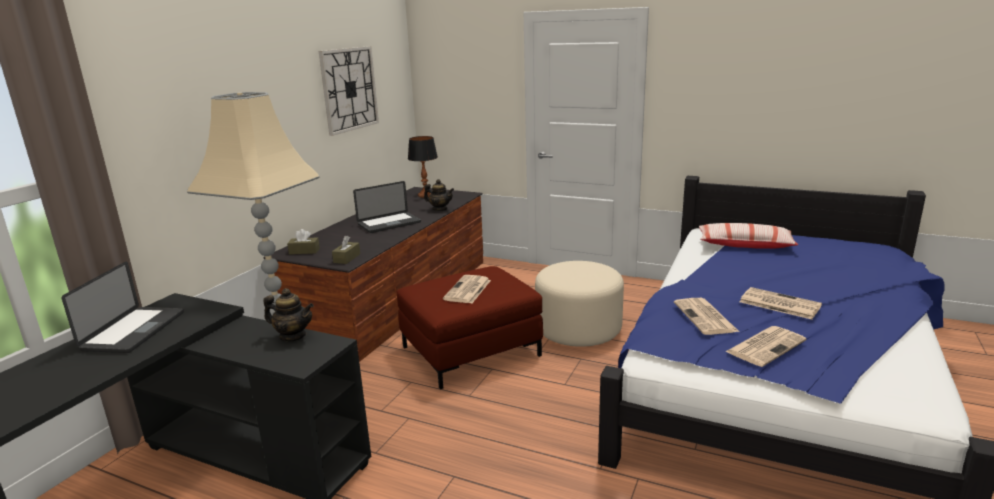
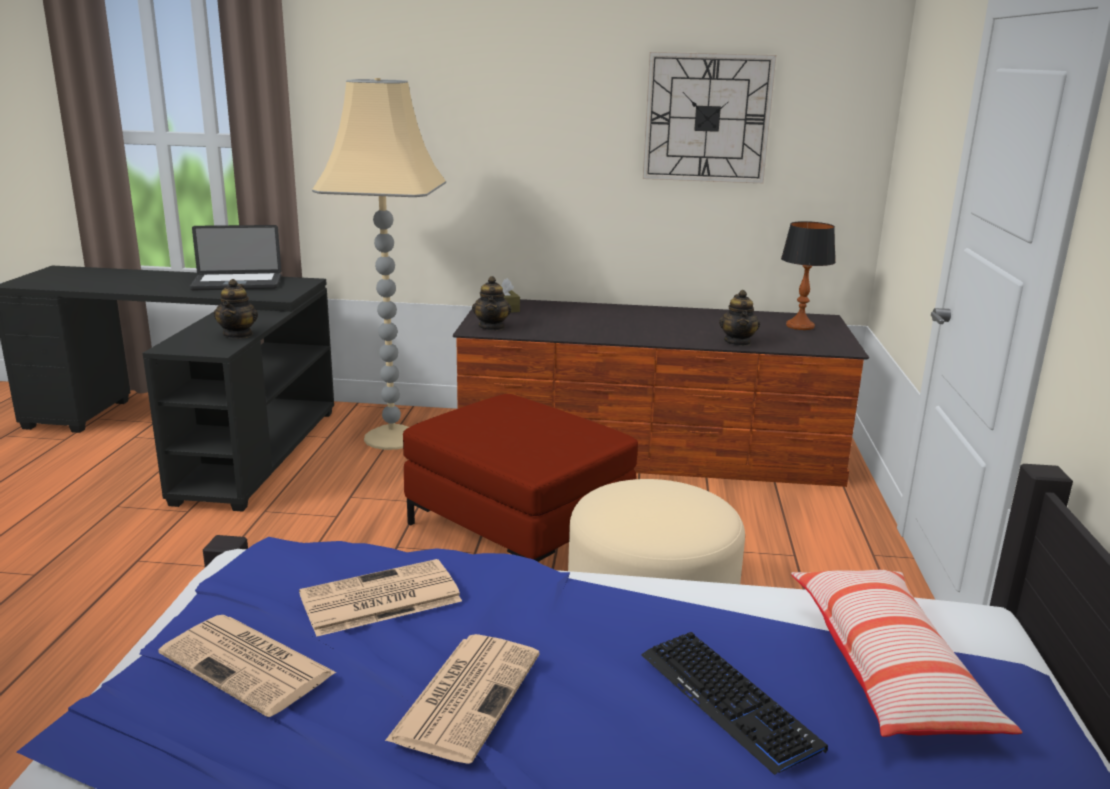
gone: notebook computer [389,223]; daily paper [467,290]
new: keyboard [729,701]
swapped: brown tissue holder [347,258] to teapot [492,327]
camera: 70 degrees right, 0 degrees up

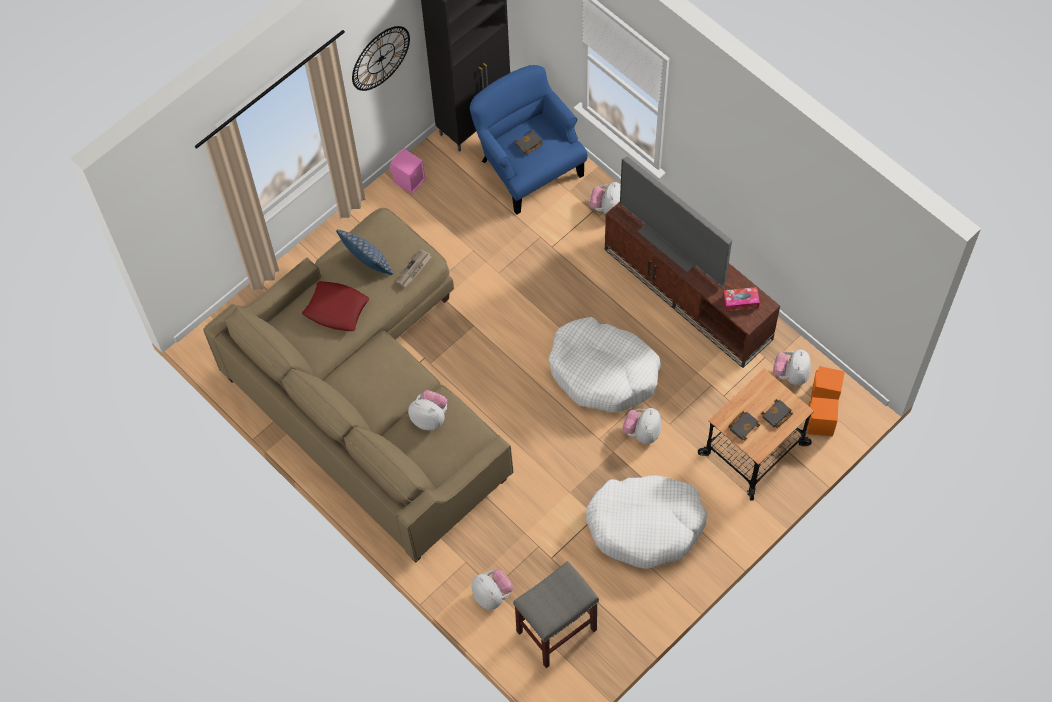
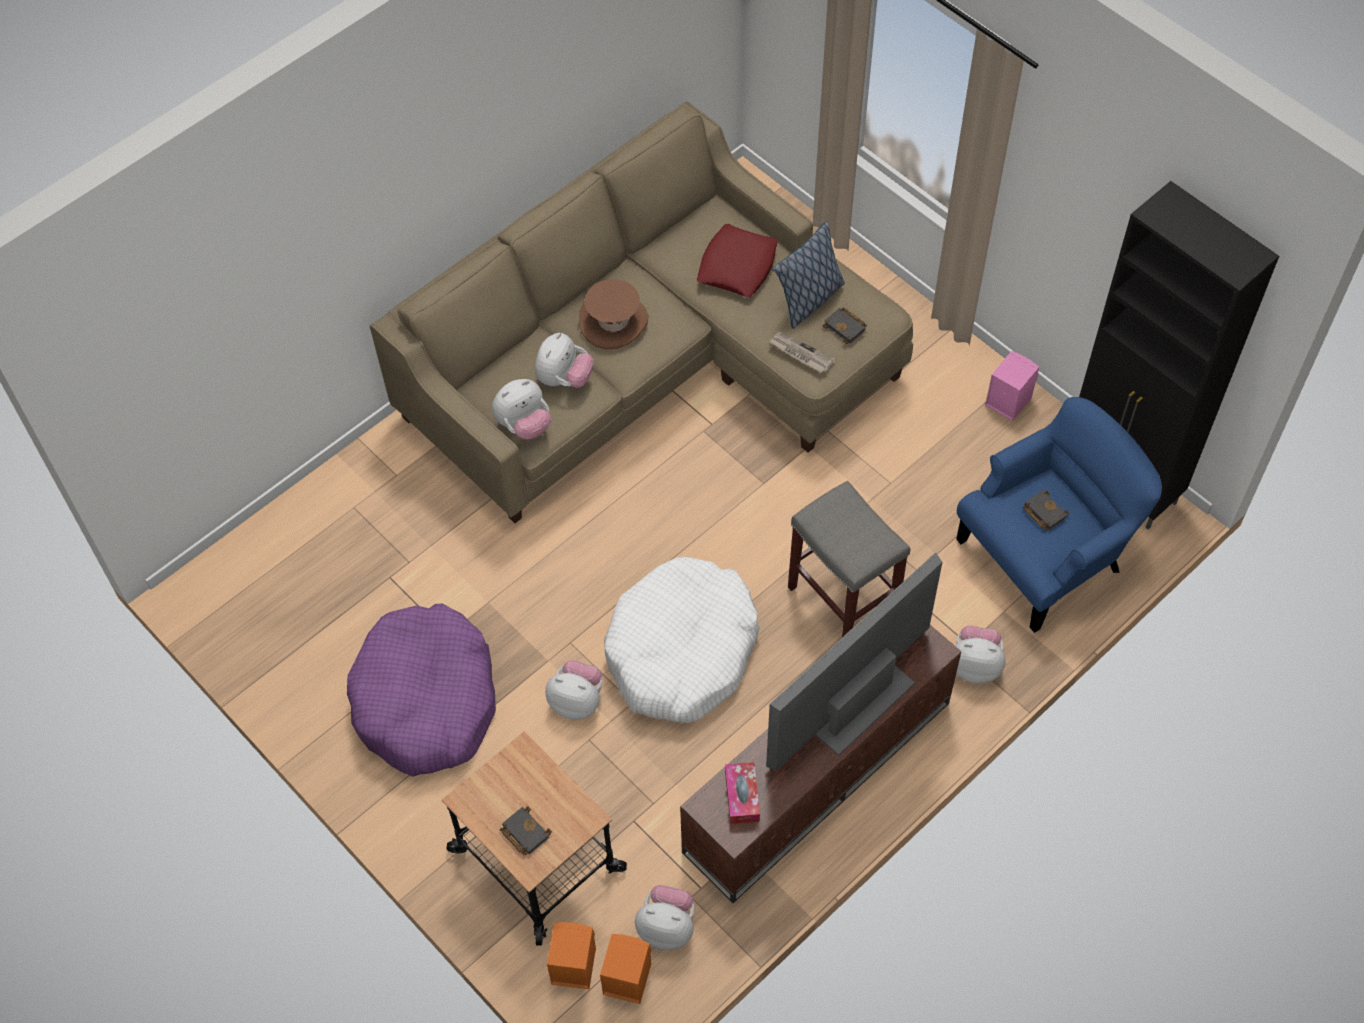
gone: hanging clock [380,58]
new: brown clothing hat [613,322]
shifted: plush toy [492,595] to [524,425]; gray stool [556,631] to [841,600]; blackish volume [743,425] to [846,327]
repainted: white dog bed [646,525] to purplish dog bed [426,700]
camera: 90 degrees right, 5 degrees down

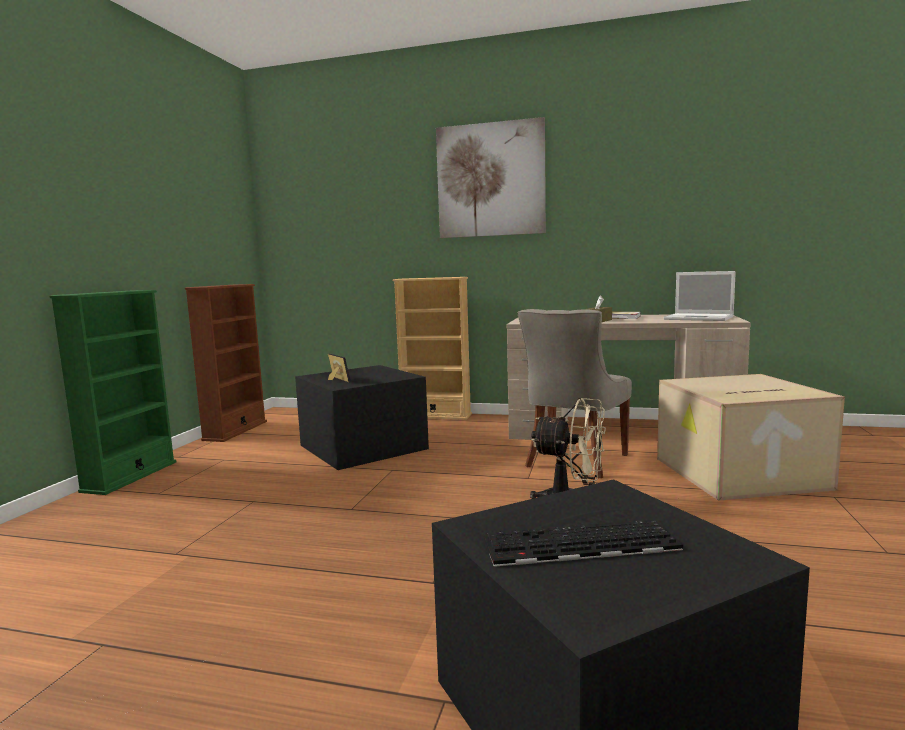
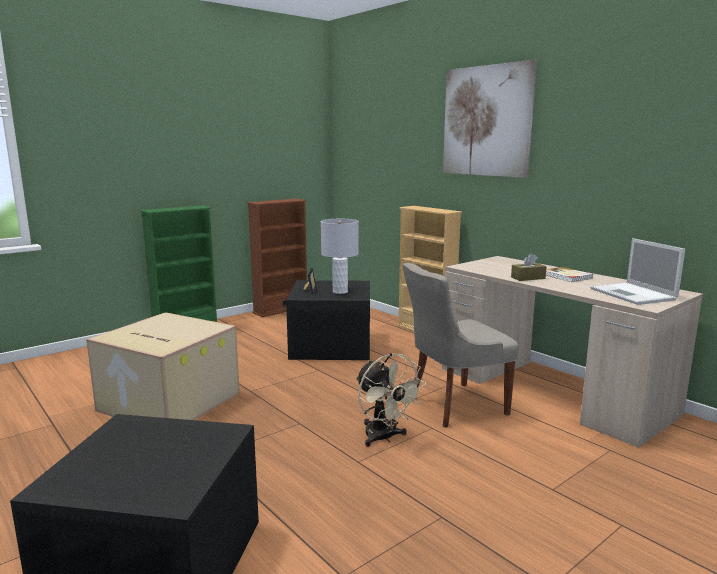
gone: keyboard [578,545]
new: gray table lamp [339,292]
shifted: carton [738,474] to [167,402]
camera: 35 degrees right, 5 degrees up

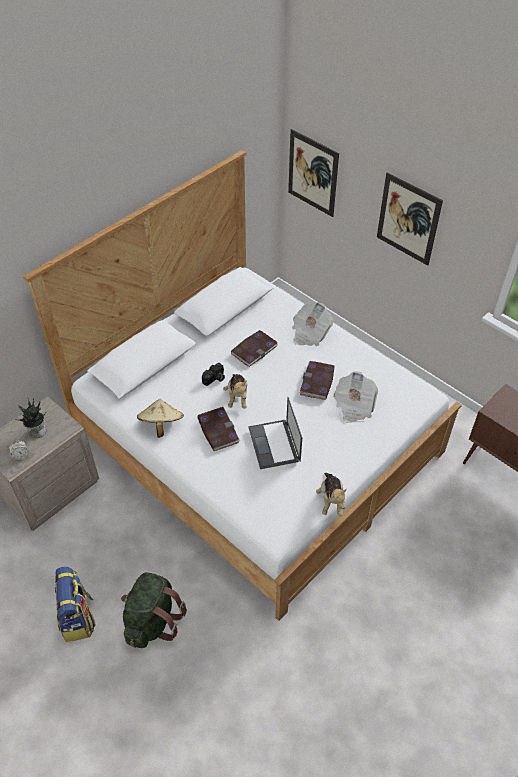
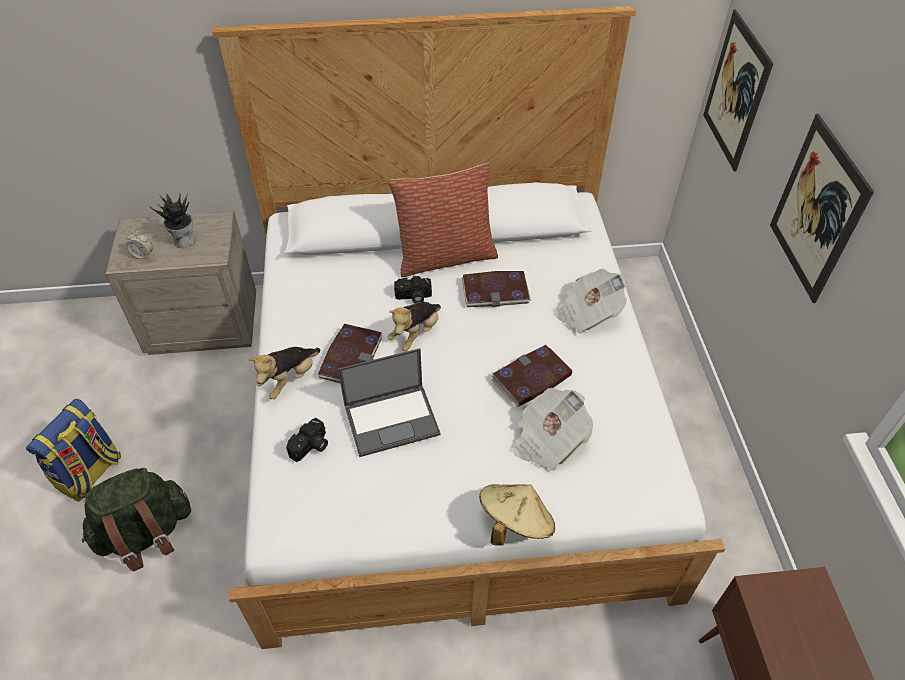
new: still camera [311,447]; pillow [445,256]
shifted: sand-coloured clothing hat [161,425] to [514,523]; plush toy [331,500] to [289,379]
rotated: notebook computer [274,445] = [392,419] 135 degrees counterclockwise
camera: 40 degrees right, 0 degrees up

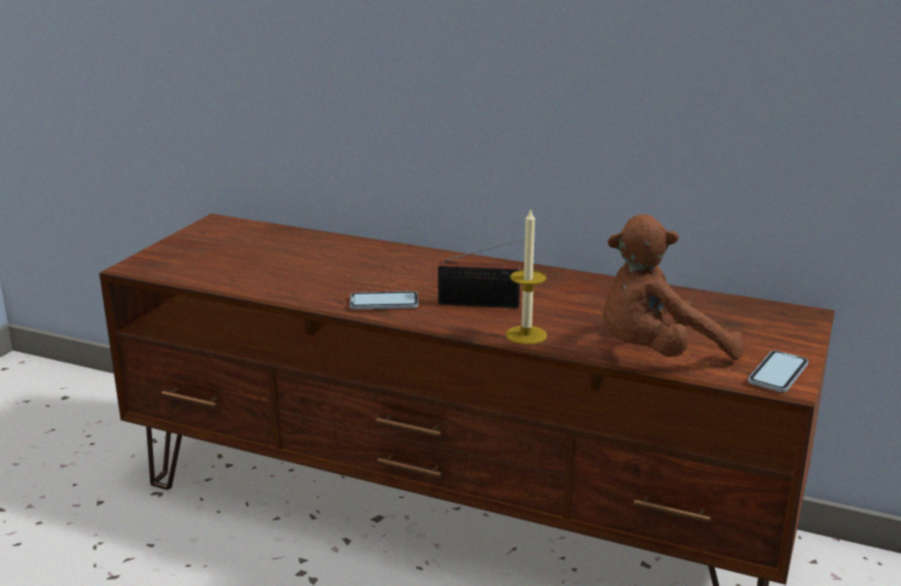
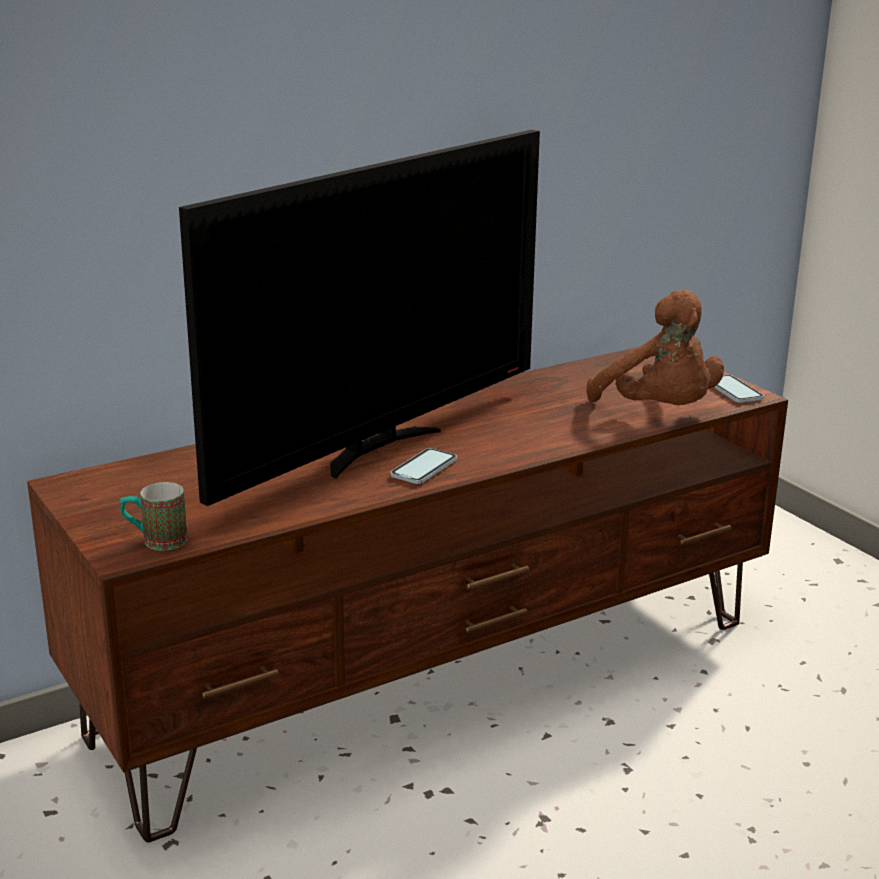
gone: radio set [483,304]; wax light [526,335]
new: coffee mug [155,541]; television [378,448]
rotated: brown plush toy [657,354] = [659,412] 45 degrees counterclockwise
camera: 55 degrees left, 0 degrees up

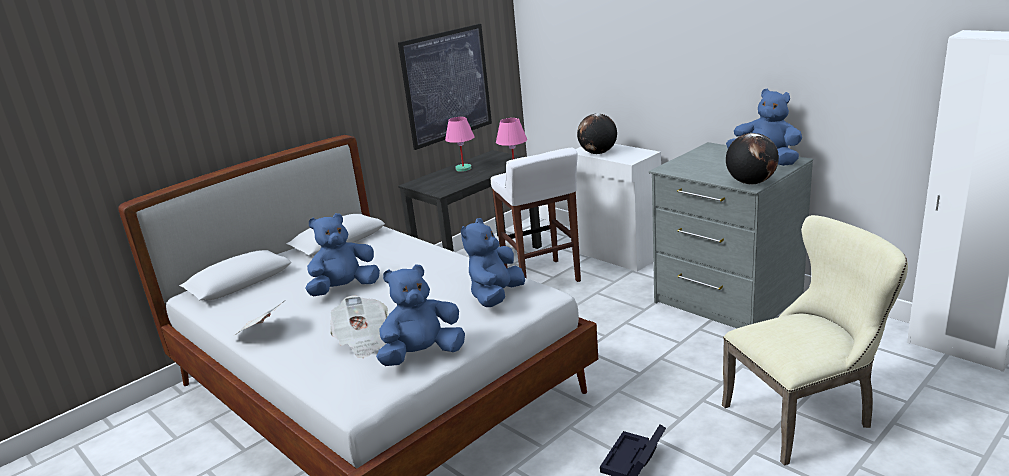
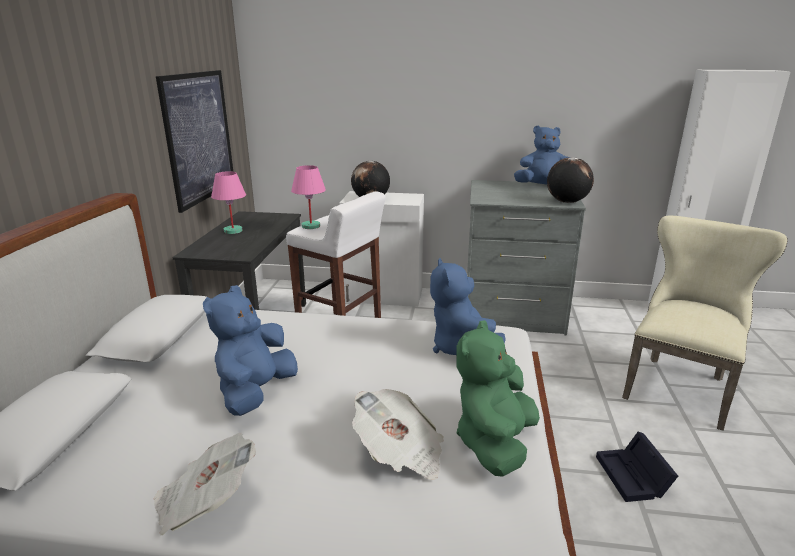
repainted: bluish plush toy [422,355] to green-coloured plush toy [495,443]
camera: 40 degrees left, 0 degrees up

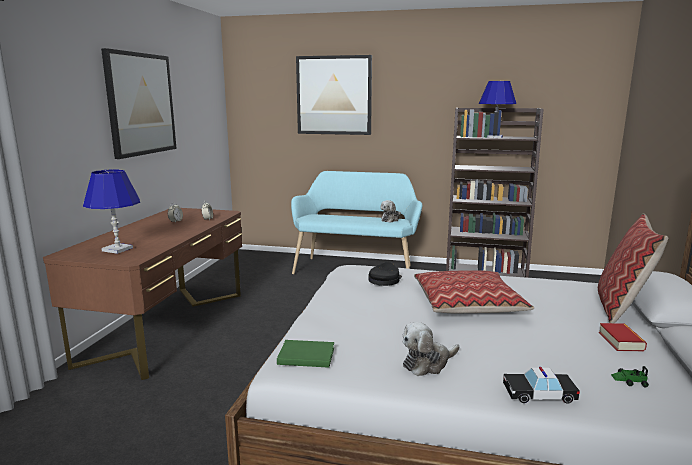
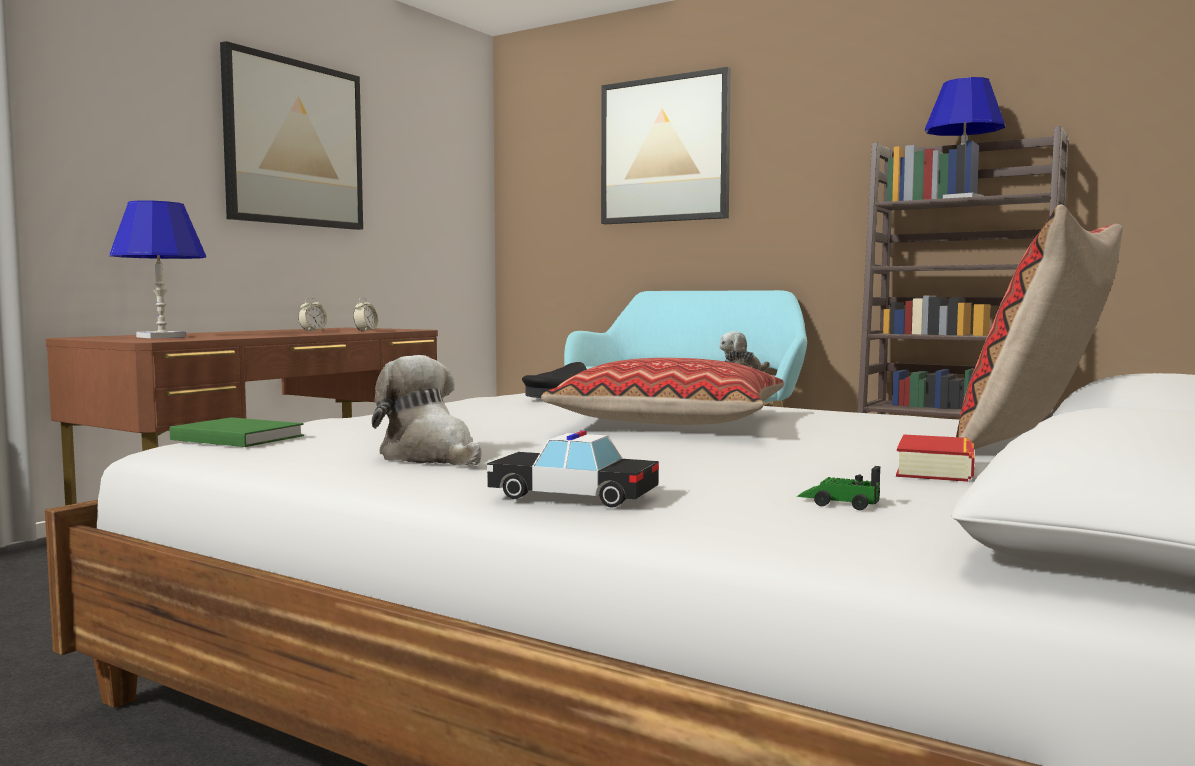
rotated: plush toy [427,363] = [430,457] 60 degrees clockwise
camera: 20 degrees right, 10 degrees down

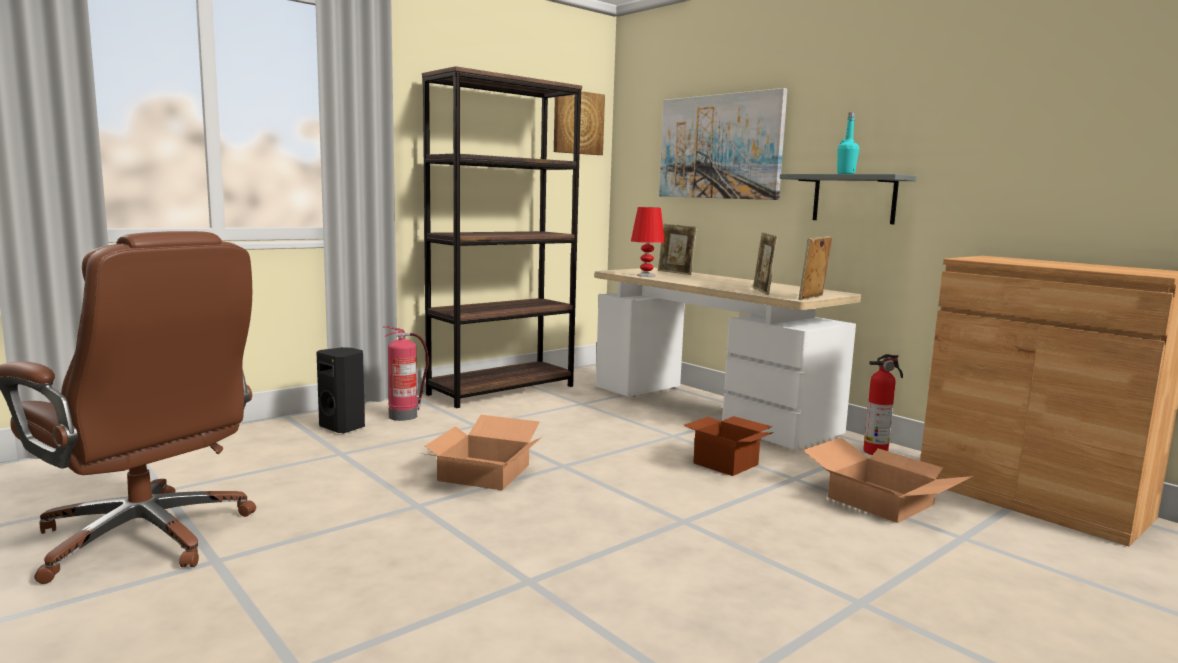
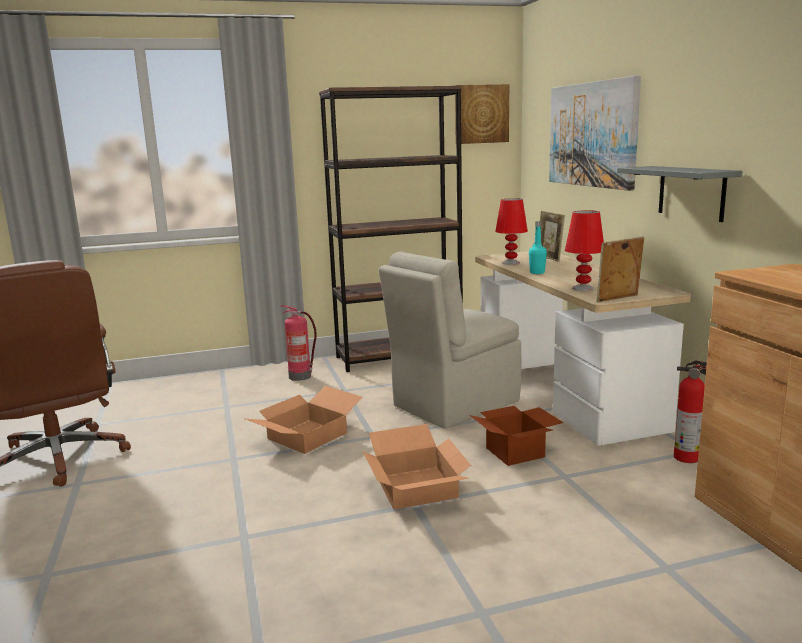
gone: blackish loudspeaker [344,427]
new: sand-coloured plain chair [453,404]
shifted: carton [882,501] to [418,487]; turquoise bottle [846,174] to [537,272]
swapped: photo frame [762,291] to red table lamp [583,288]
camera: 25 degrees right, 5 degrees up

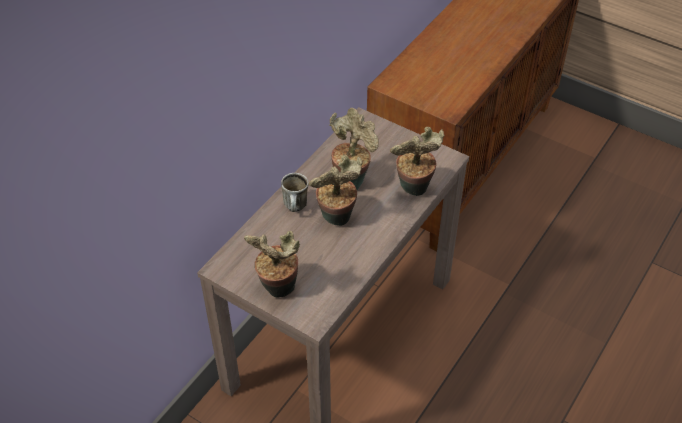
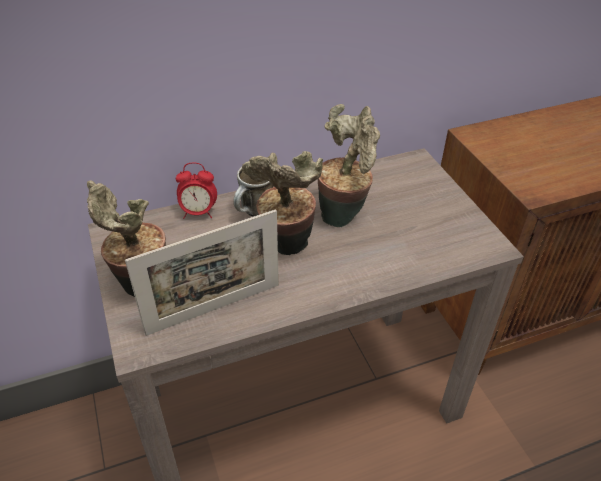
gone: plant in a pot [414,190]
new: photo frame [214,309]; bedside clock [198,213]
camera: 35 degrees right, 5 degrees down

